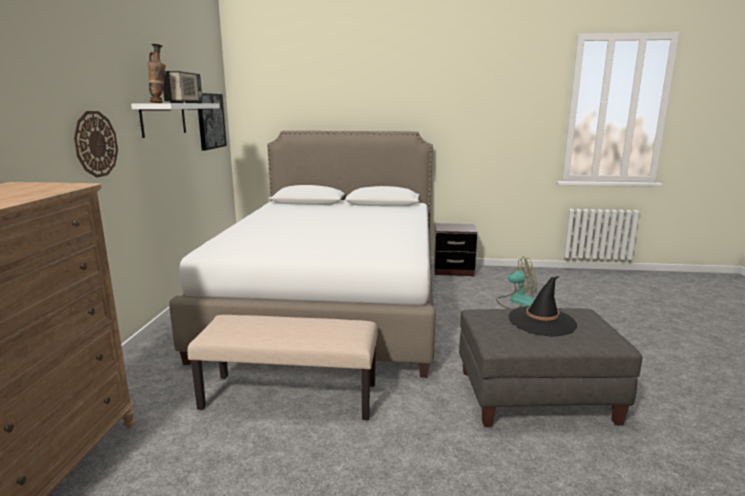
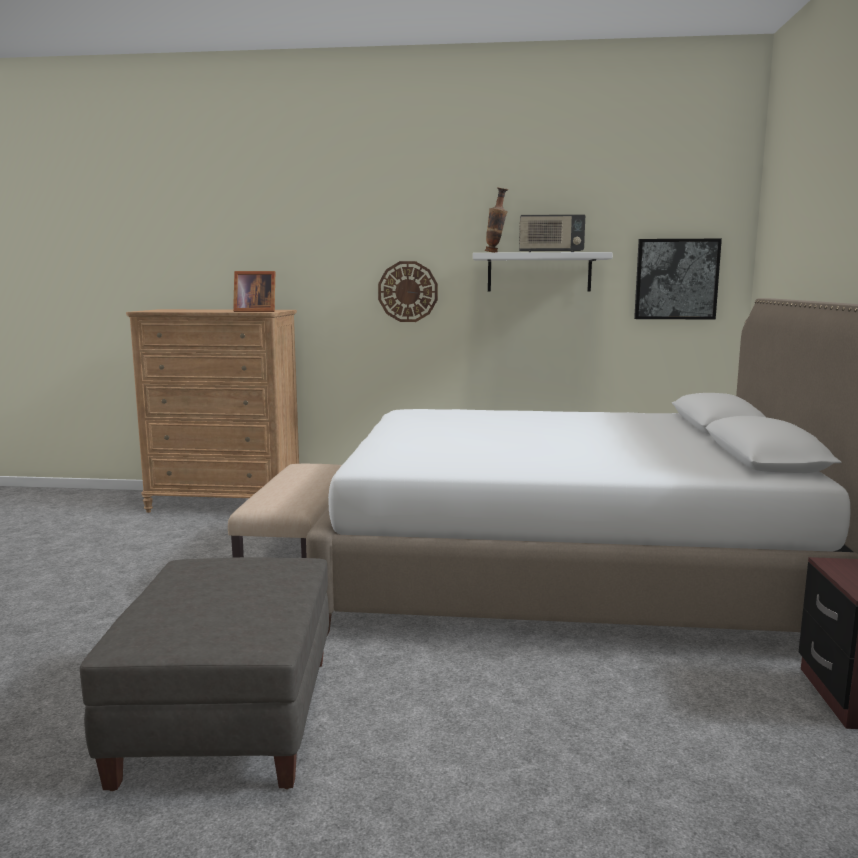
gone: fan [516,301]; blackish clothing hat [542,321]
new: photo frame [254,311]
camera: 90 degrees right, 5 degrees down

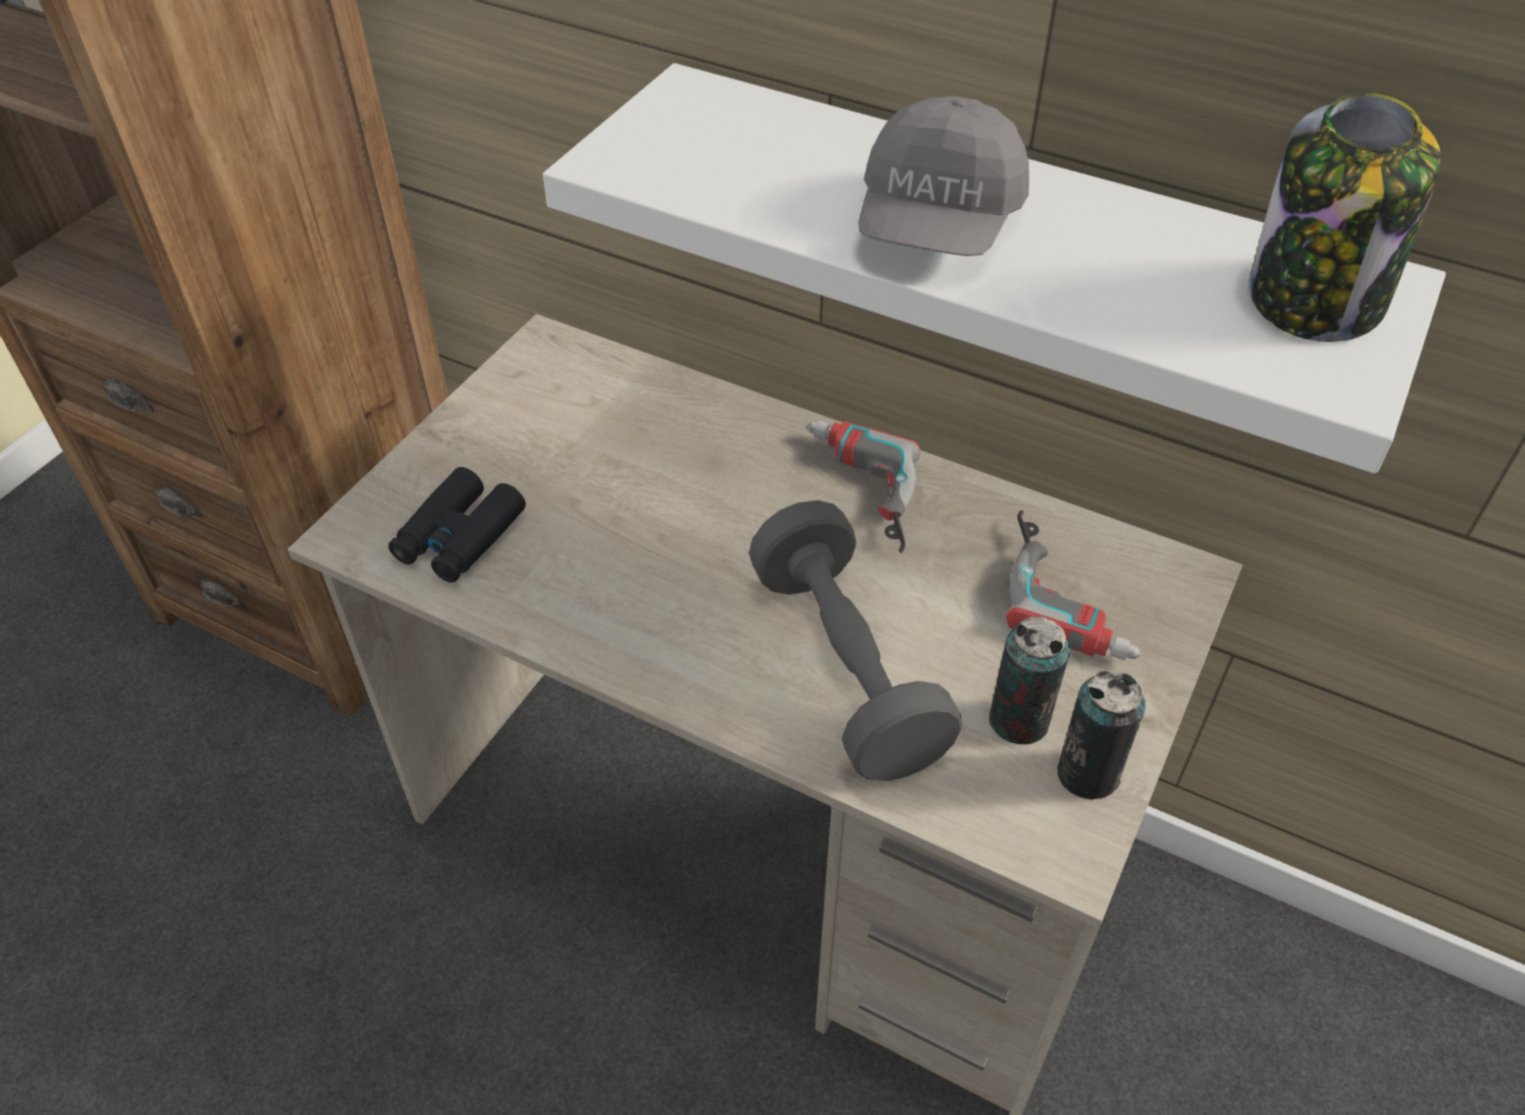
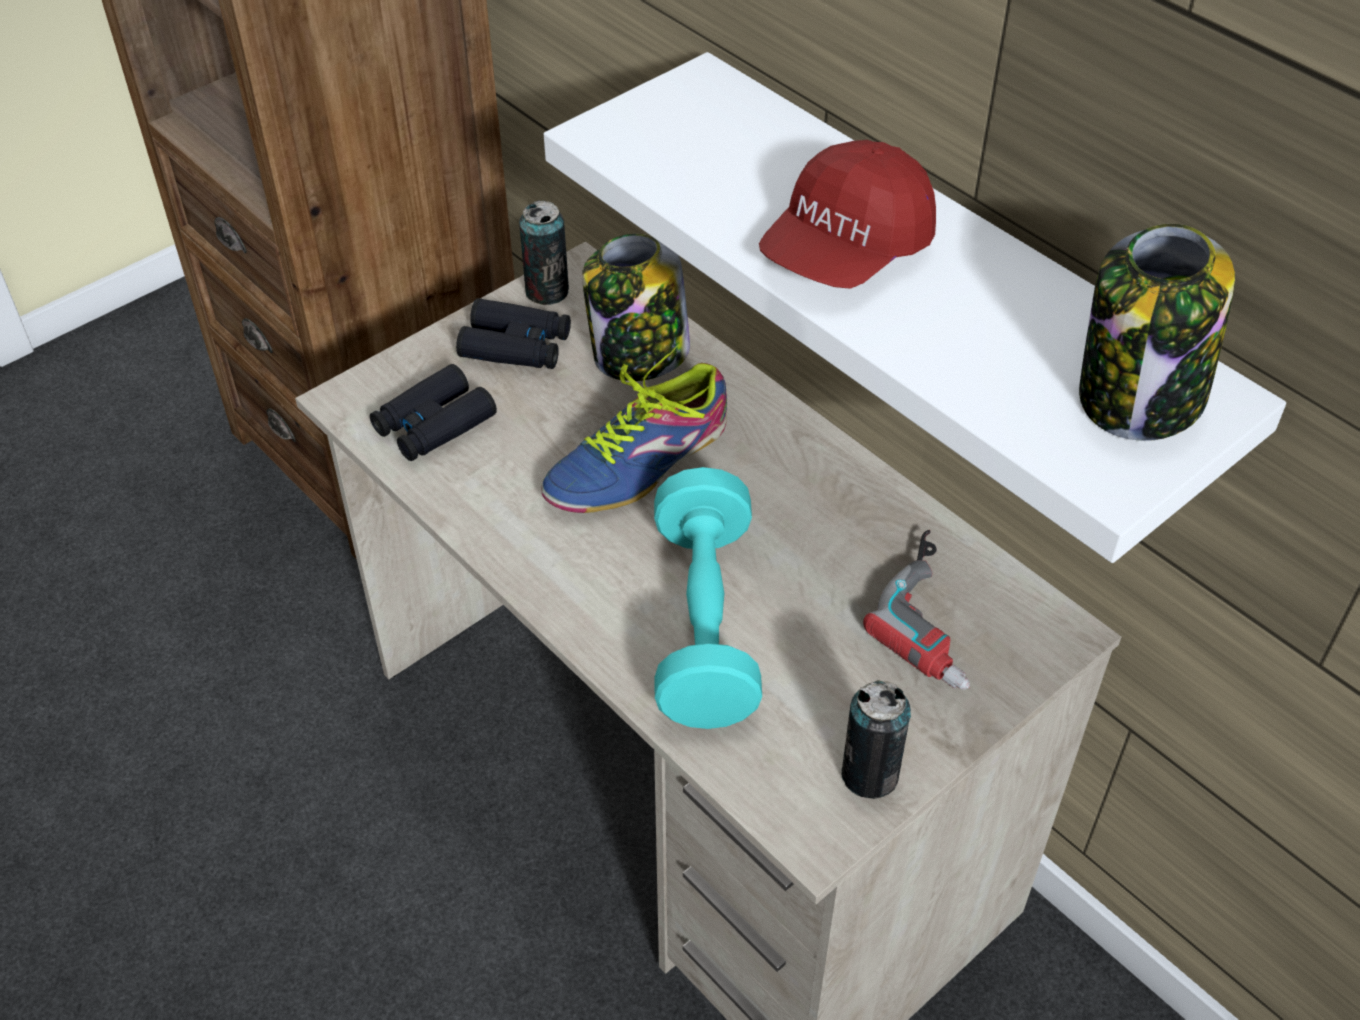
gone: electric drill [854,492]
new: blackish pair of binoculars [516,346]; low shoe [639,462]; preserve jar [638,355]
shifted: metal can [1018,720] to [547,291]
repainted: gray free weight [846,668] to turquoise free weight [704,625]; gray peaked cap [937,224] to red peaked cap [845,251]
camera: 20 degrees right, 0 degrees up

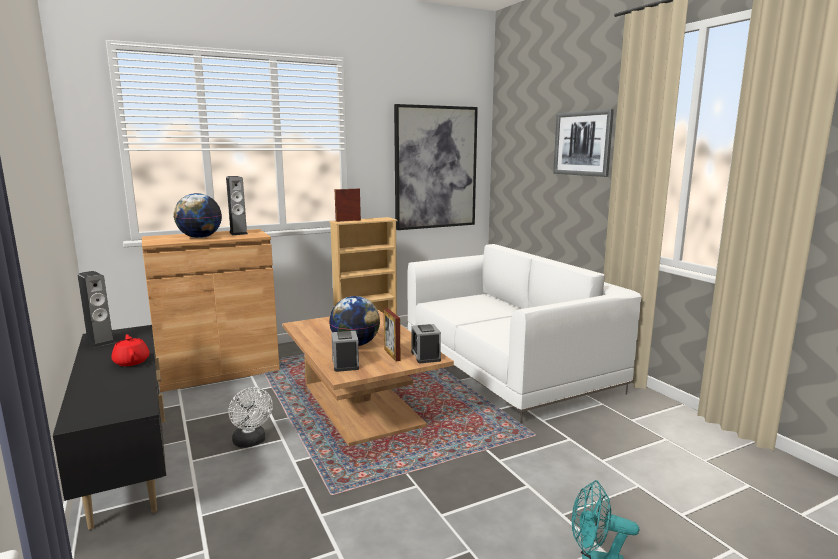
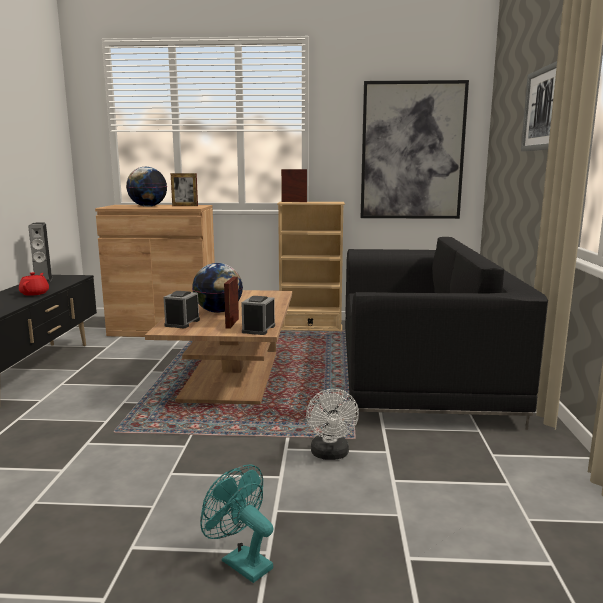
shifted: white fan [251,442] to [330,455]
swapped: loudspeaker [238,233] to photo frame [185,206]
repainted: white couch [508,366] to blackish couch [420,374]
camera: 30 degrees right, 0 degrees up

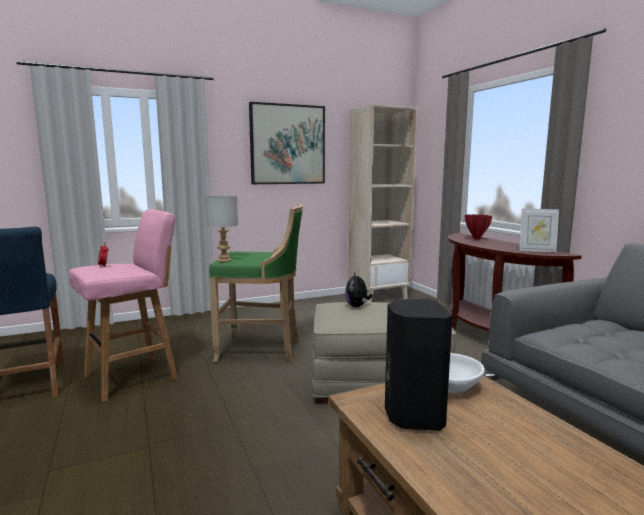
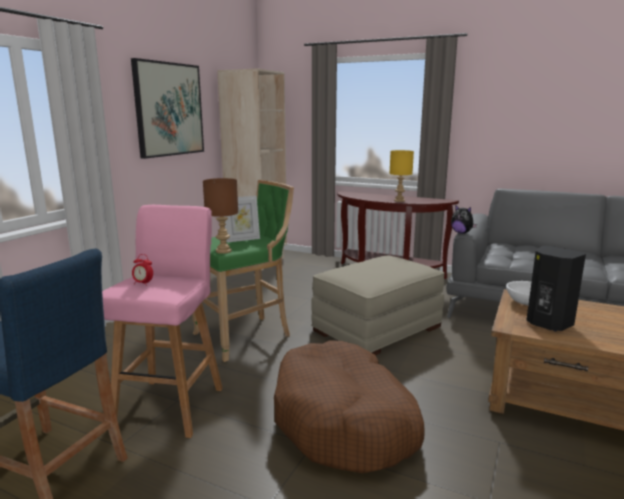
gone: red flower vase [476,239]
new: brown dog bed [345,421]; yellowish table lamp [399,200]
shifted: plush toy [357,306] to [461,233]; photo frame [537,251] to [242,239]
repainted: gray table lamp [224,260] to brown table lamp [223,251]
camera: 40 degrees left, 5 degrees up

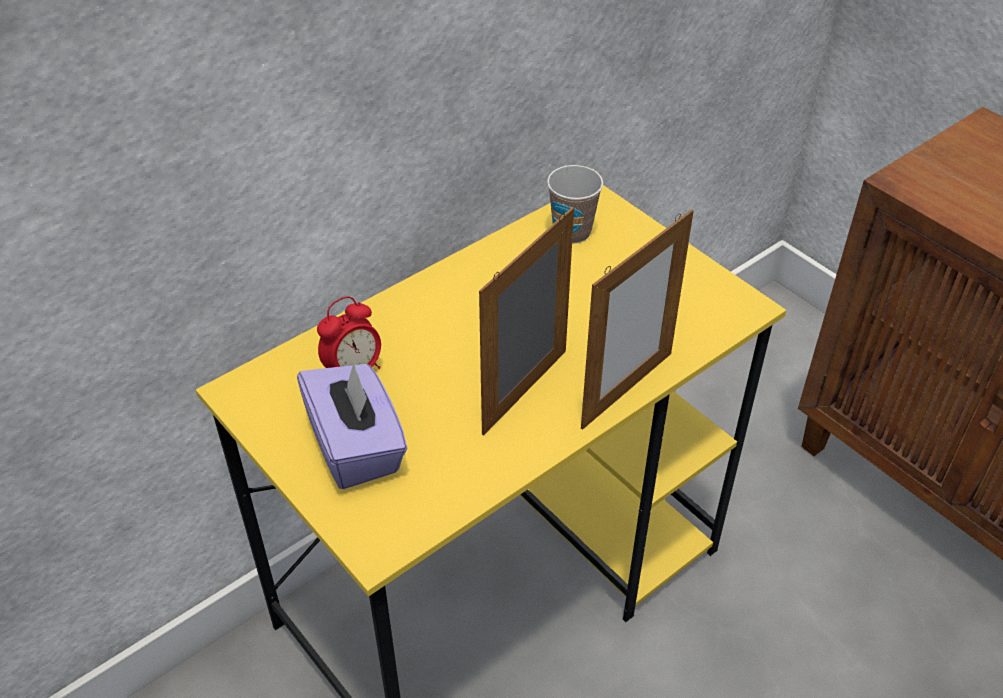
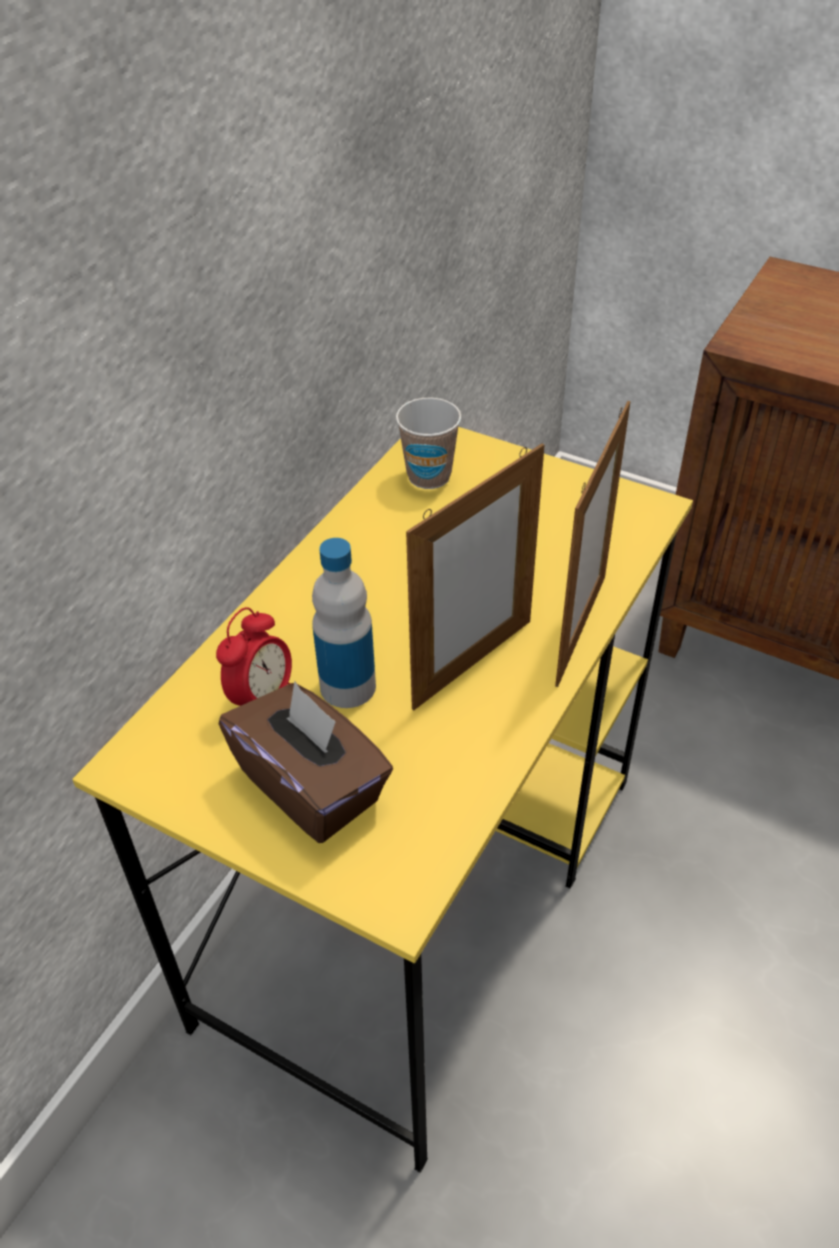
new: bottle [348,686]
repainted: purplish tissue holder [356,447] to brown tissue holder [312,786]
rotated: photo frame [525,391] = [472,663] 150 degrees counterclockwise
camera: 20 degrees left, 0 degrees up

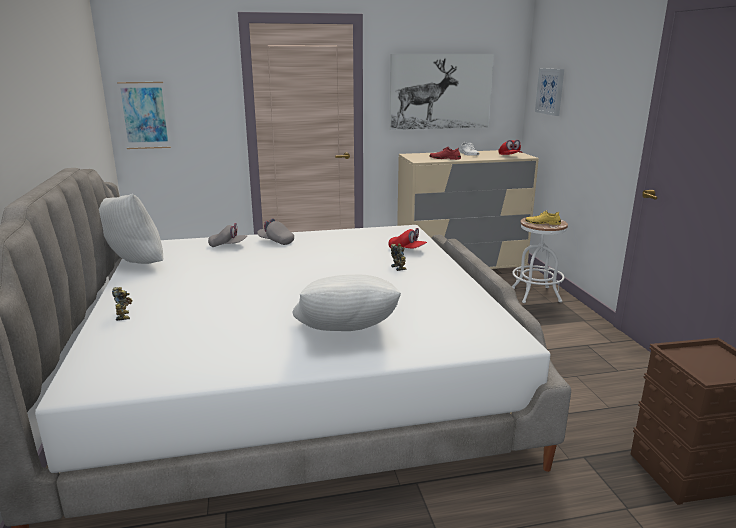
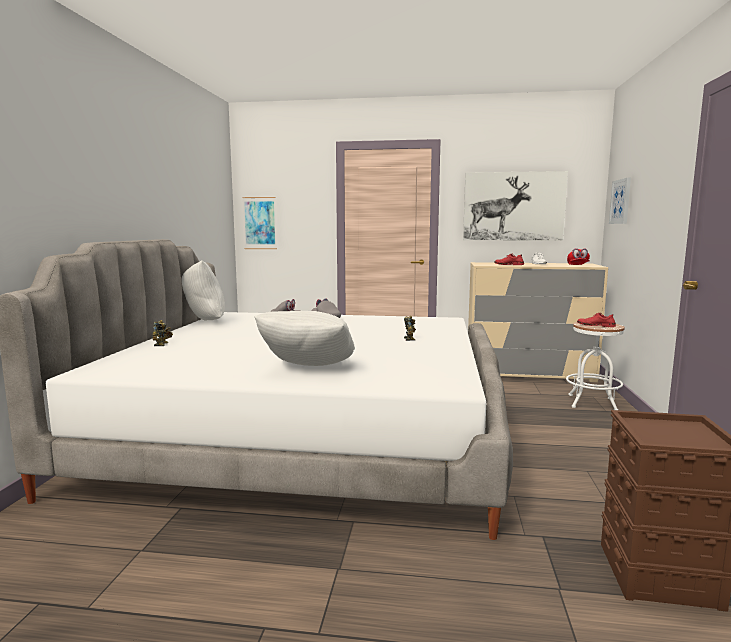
gone: red peaked cap [407,250]
repainted: yellowish low shoe [542,223] to red low shoe [596,325]
camera: 20 degrees right, 10 degrees down

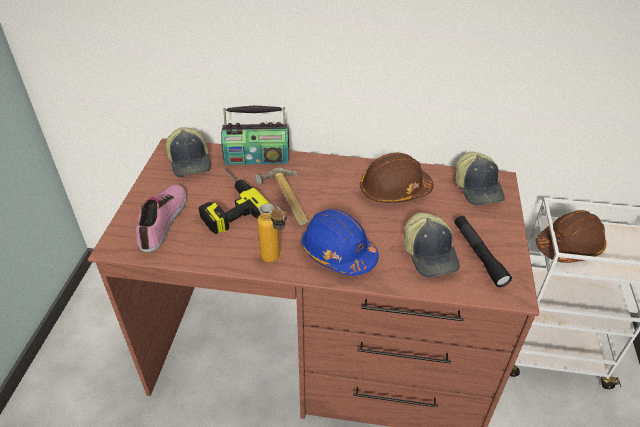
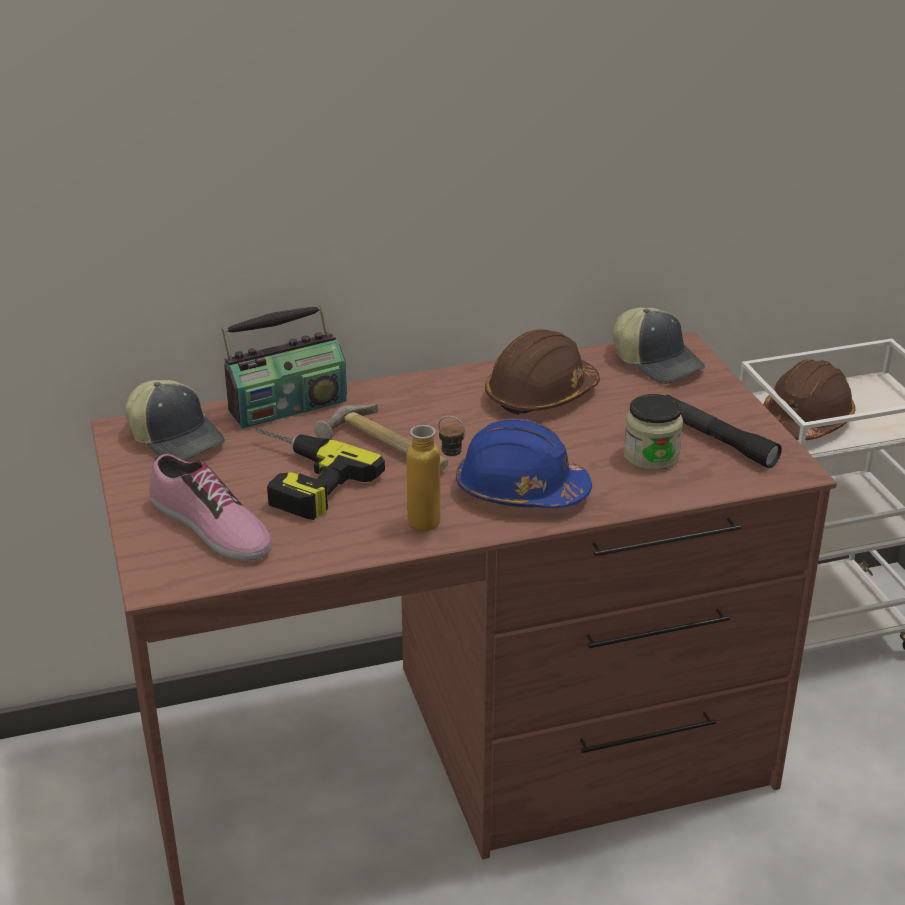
swapped: peaked cap [430,253] to preserve jar [651,456]
rotated: low shoe [164,221] = [209,527] 150 degrees clockwise
camera: 25 degrees left, 10 degrees down

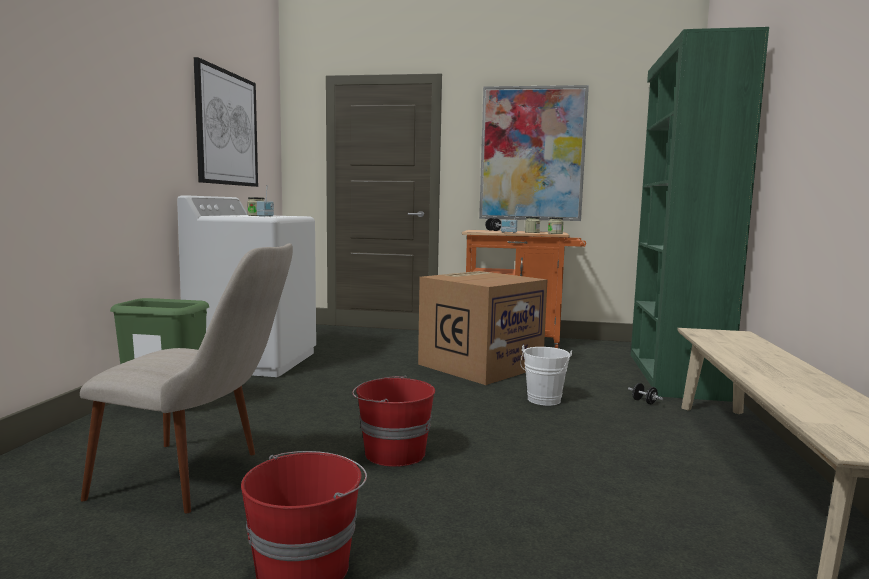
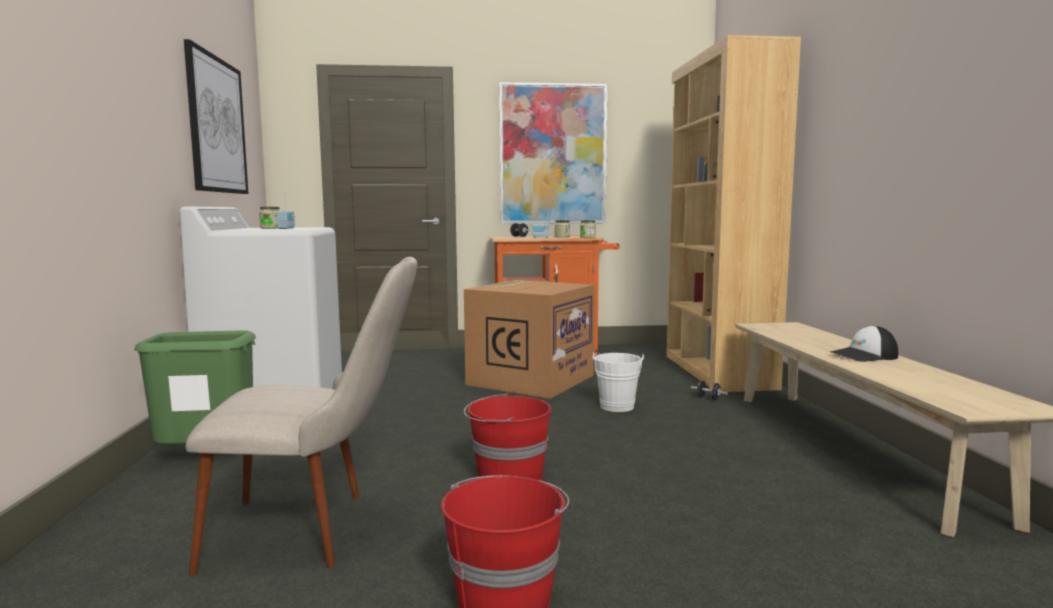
new: peaked cap [864,356]
repainted: green-coloured bookshelf [673,375] to brown bookshelf [717,371]
camera: 15 degrees left, 0 degrees up

